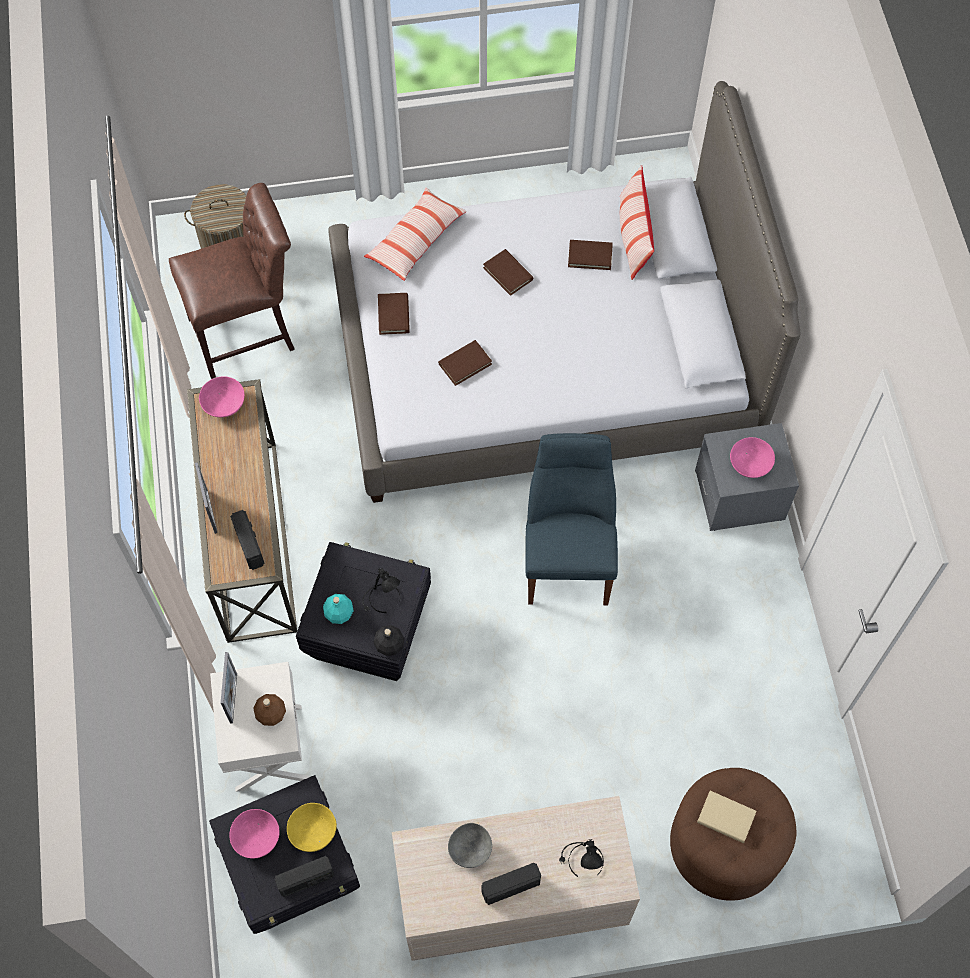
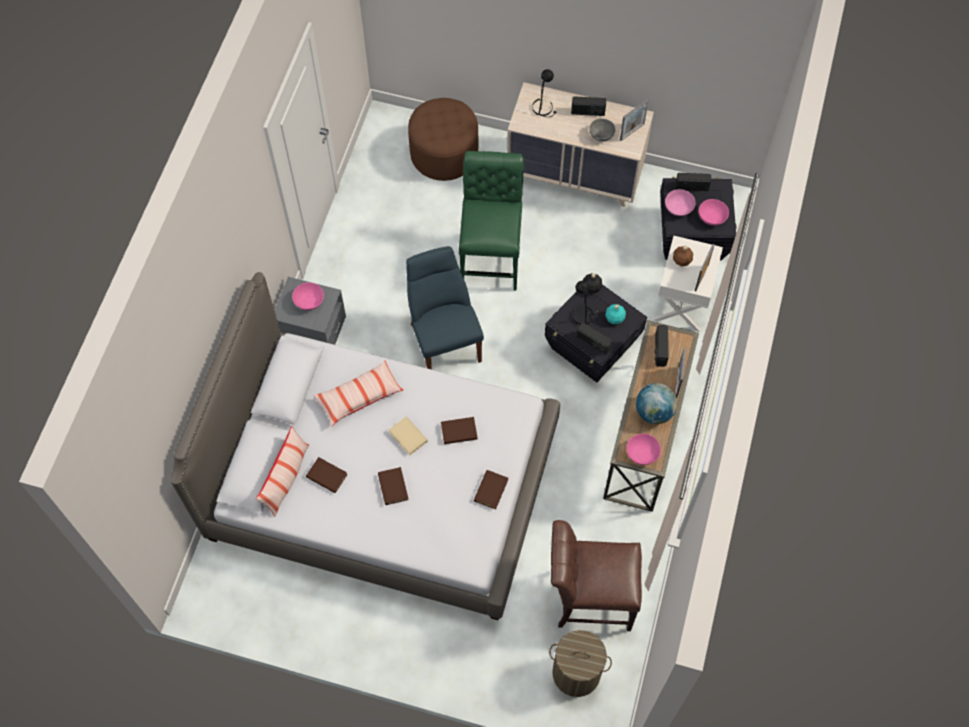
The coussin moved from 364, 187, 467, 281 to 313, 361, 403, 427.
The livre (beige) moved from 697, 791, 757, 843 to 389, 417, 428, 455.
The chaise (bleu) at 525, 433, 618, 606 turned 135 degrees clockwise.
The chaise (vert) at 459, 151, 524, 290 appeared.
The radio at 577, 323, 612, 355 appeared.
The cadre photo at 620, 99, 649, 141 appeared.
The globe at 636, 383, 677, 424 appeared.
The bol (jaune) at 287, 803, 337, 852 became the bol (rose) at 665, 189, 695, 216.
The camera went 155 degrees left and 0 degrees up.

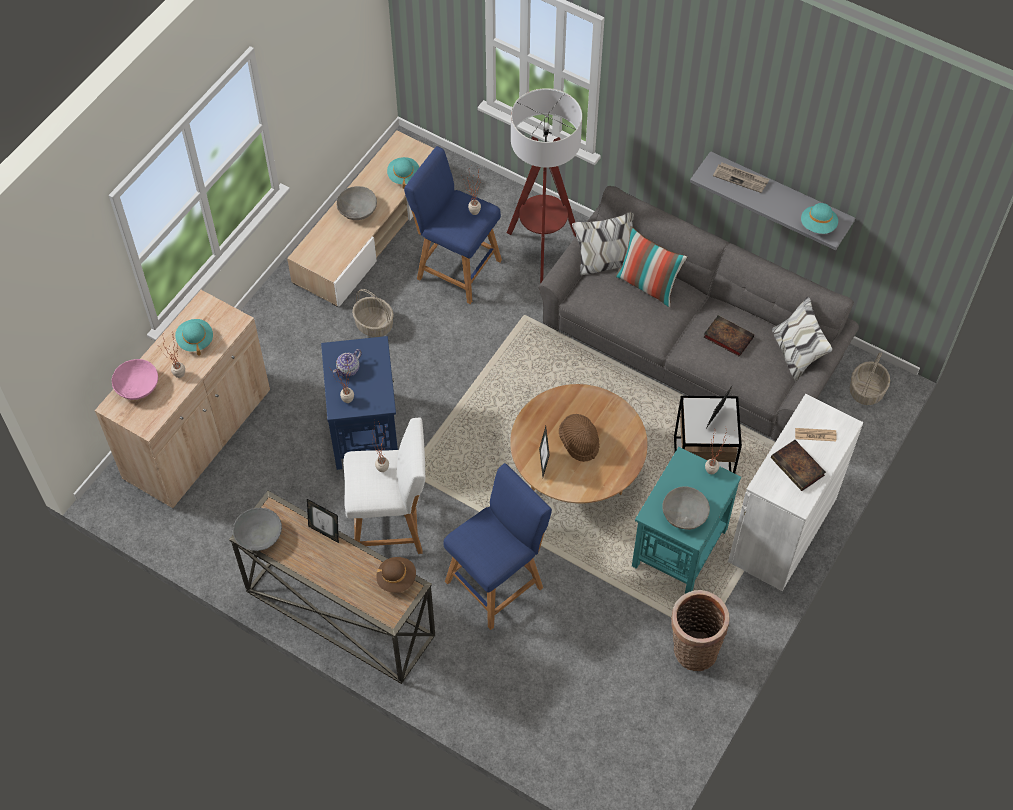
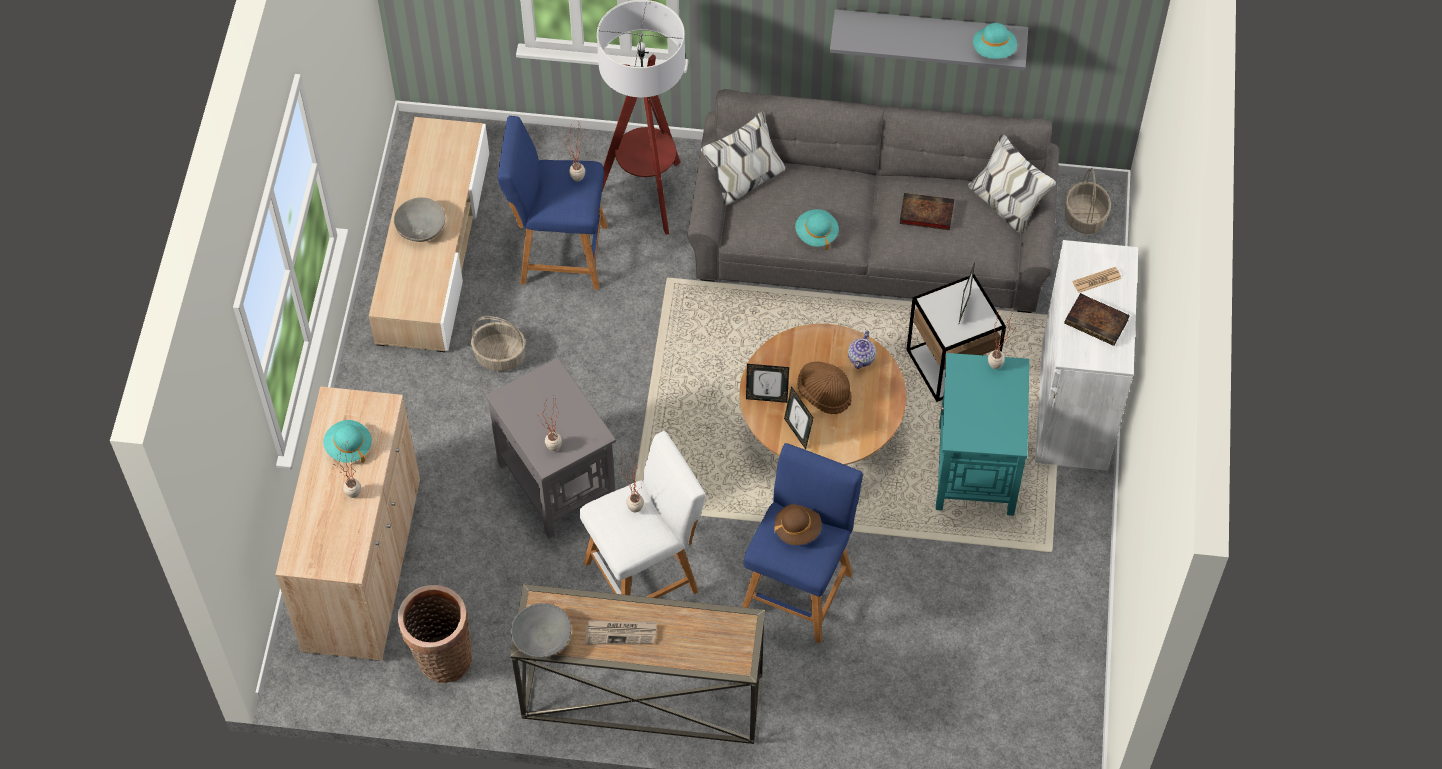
The panier moved from 671, 590, 730, 671 to 398, 585, 472, 683.
The table d'appoint (bleu) at 321, 336, 398, 470 became the table d'appoint (gris) at 486, 357, 616, 538.
The journal moved from 713, 163, 769, 193 to 585, 621, 657, 644.
The cadre photo moved from 307, 499, 339, 543 to 746, 364, 789, 403.
The chapeau (marron) moved from 376, 557, 416, 593 to 774, 504, 822, 545.
The chapeau (turquoise) moved from 387, 157, 419, 189 to 795, 209, 839, 250.
The théière moved from 333, 349, 362, 376 to 848, 331, 876, 369.
The bol (rose) at 112, 359, 158, 400 disappeared.
The coussin at 615, 226, 687, 307 disappeared.
The bol (gris) at 662, 486, 710, 530 disappeared.
The camera went 25 degrees left and 0 degrees up.

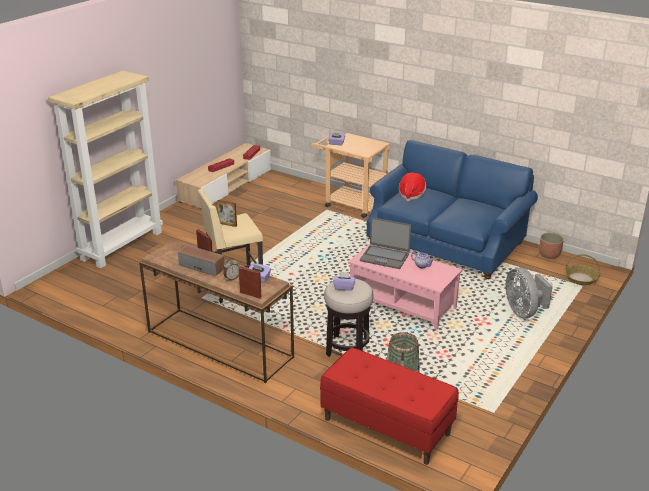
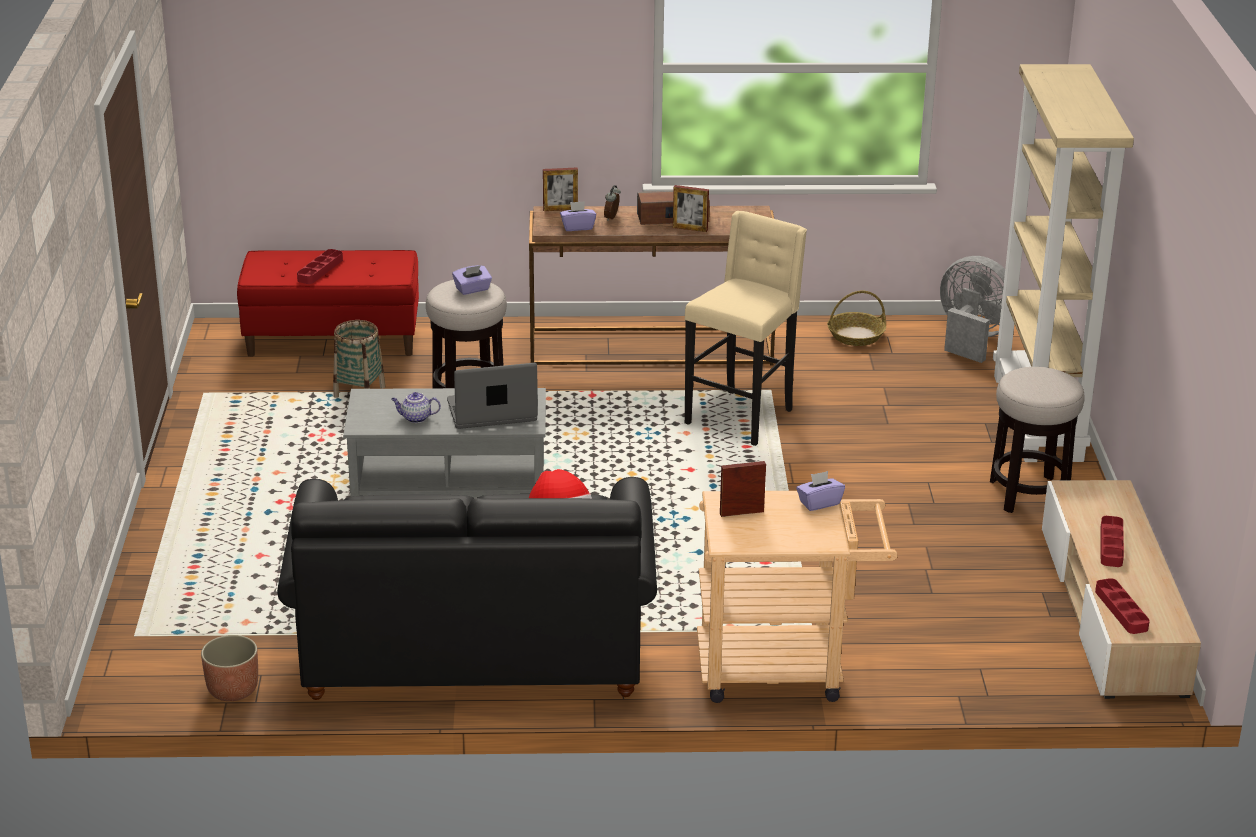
The canapé (bleu) at 366, 140, 538, 279 became the canapé (noir) at 277, 477, 657, 700.
The plateau (rouge) at 297, 249, 343, 284 appeared.
The table basse (rose) at 348, 244, 463, 330 became the table basse (gris) at 343, 388, 546, 498.
The cadre photo moved from 217, 200, 237, 227 to 720, 461, 766, 517.
The panier moved from 565, 254, 600, 285 to 827, 291, 886, 346.
The ventilateur (gris) moved from 506, 268, 553, 318 to 940, 256, 1005, 363.
The tabouret at 990, 367, 1085, 513 appeared.
The camera went 145 degrees right and 0 degrees up.

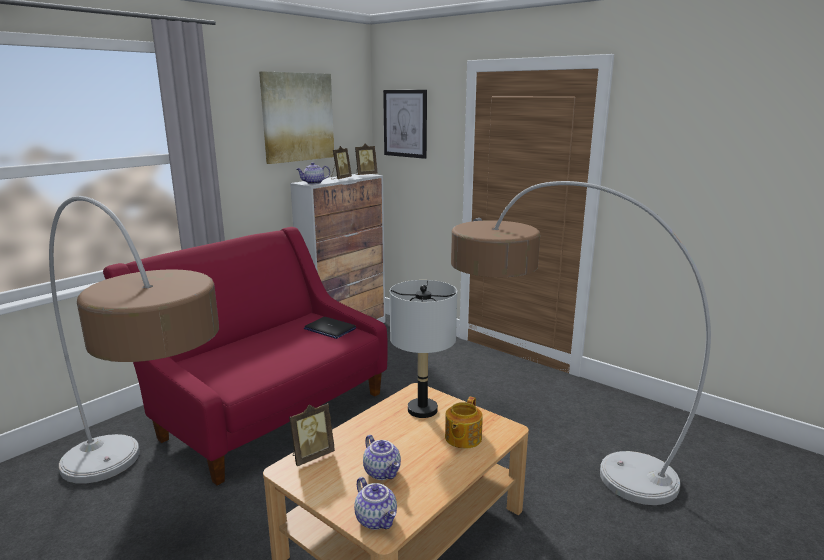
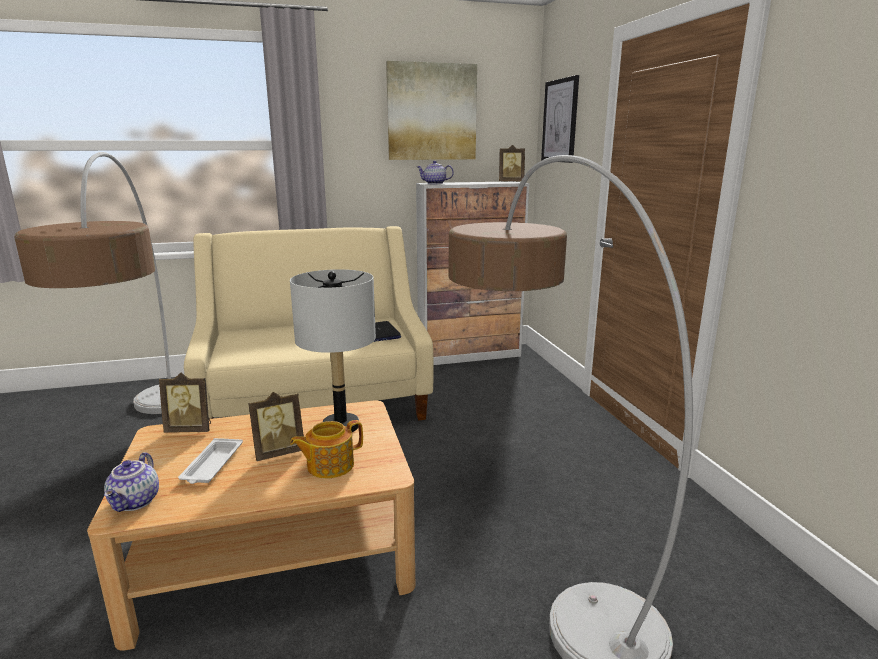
The théière at 363, 435, 401, 480 was replaced by the plateau (blanc) at 178, 438, 243, 484.
The canapé (rouge) at 103, 227, 388, 486 became the canapé (beige) at 184, 226, 434, 420.
The cadre photo moved from 331, 146, 352, 179 to 248, 392, 304, 461.
The camera went 35 degrees right and 0 degrees up.

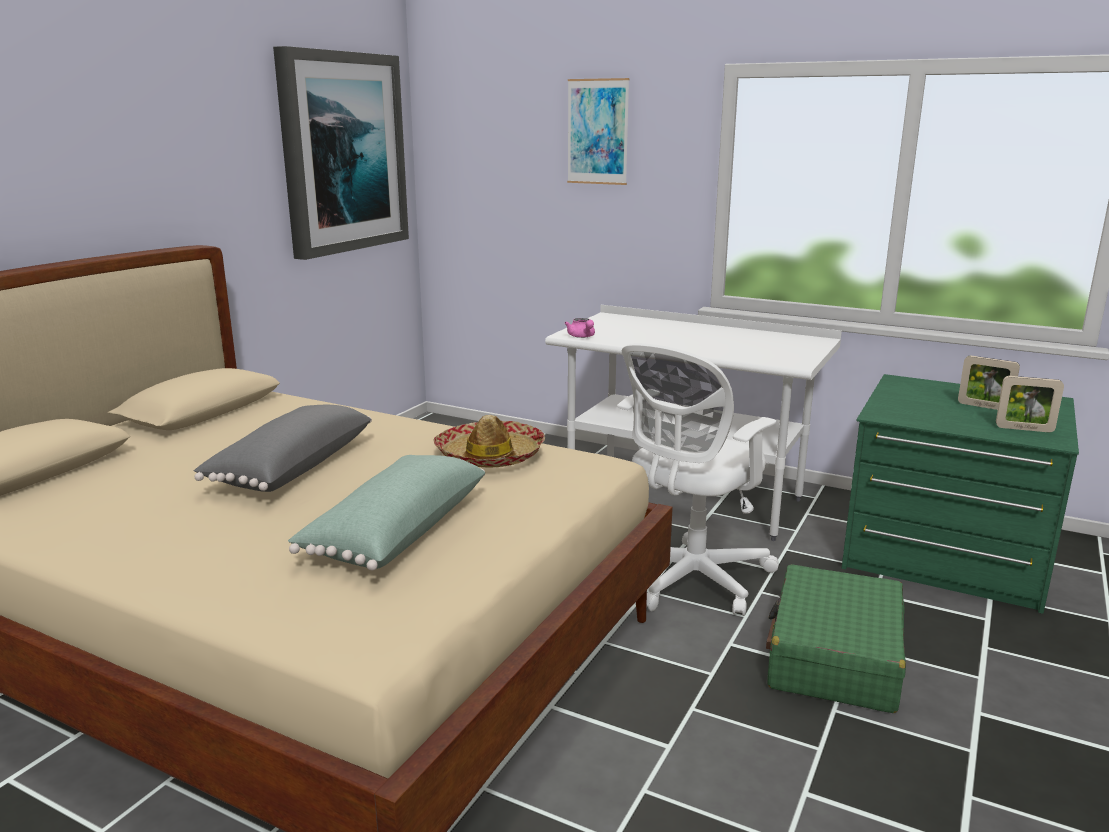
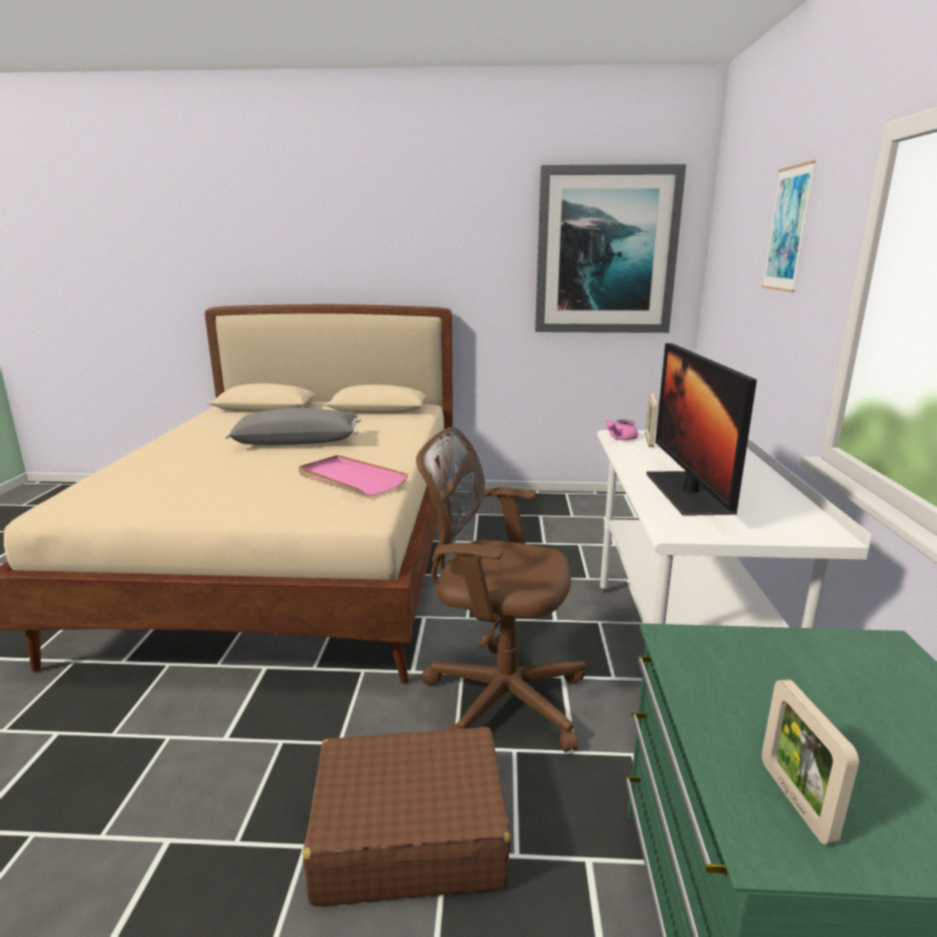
The chapeau at 434, 415, 545, 468 was replaced by the plateau (rose) at 298, 455, 408, 496.
The valise (vert) at 766, 564, 906, 713 became the valise (marron) at 303, 727, 511, 906.
The chaise de bureau (blanc) at 617, 343, 779, 616 became the chaise de bureau (marron) at 416, 427, 586, 753.
The cadre photo moved from 958, 356, 1020, 410 to 645, 393, 658, 447.
The écran d'ordinateur at 646, 343, 757, 516 appeared.
The coussin (vert) at 288, 455, 485, 570 disappeared.
The camera went 65 degrees right and 0 degrees up.

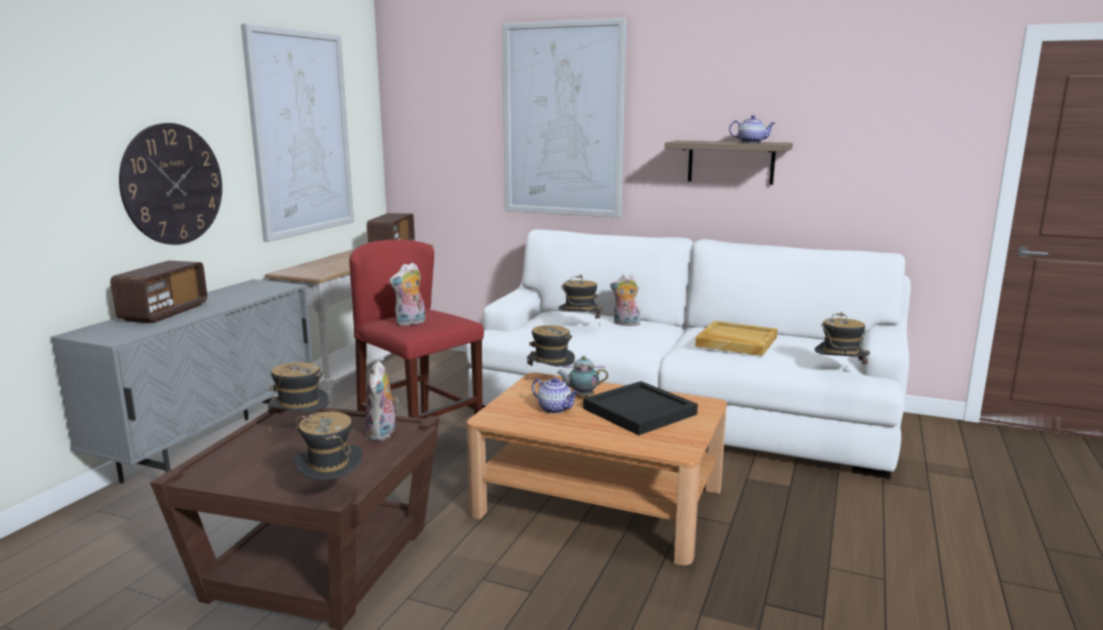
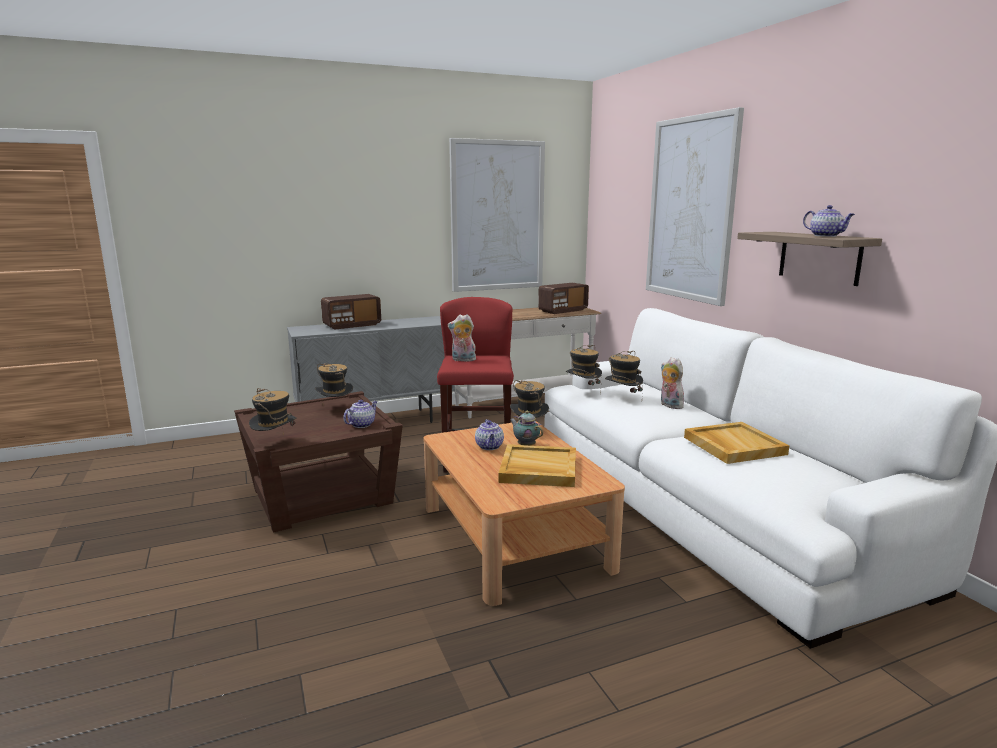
The peluche at 365, 361, 399, 441 was replaced by the théière at 343, 400, 378, 428.
The plateau (noir) at 583, 381, 698, 435 became the plateau (beige) at 498, 444, 576, 487.
The chapeau moved from 814, 312, 870, 373 to 566, 345, 602, 394.
The horloge murale at 119, 123, 222, 245 disappeared.
The camera went 45 degrees right and 0 degrees up.

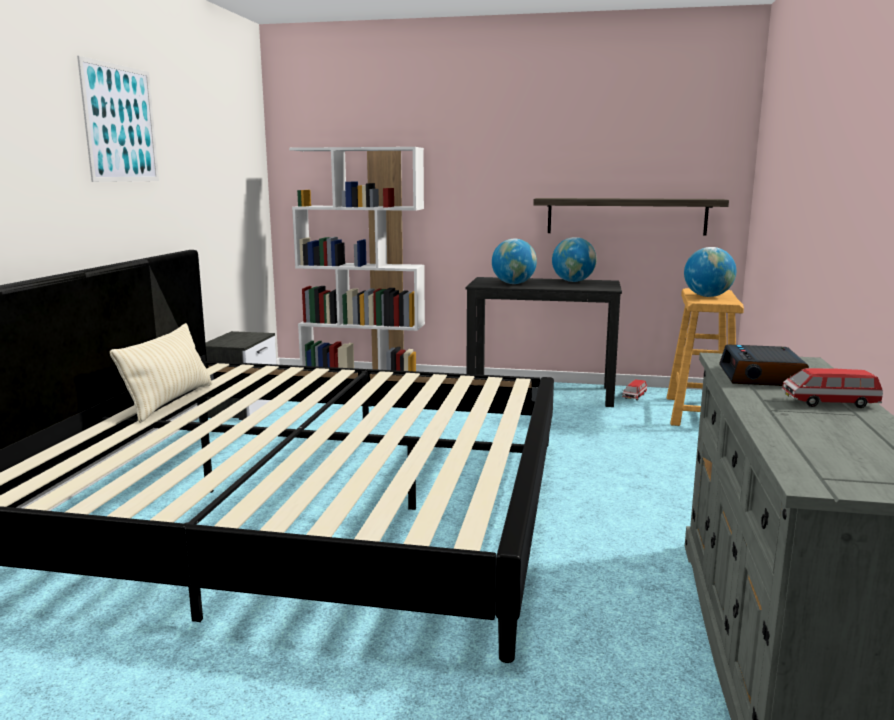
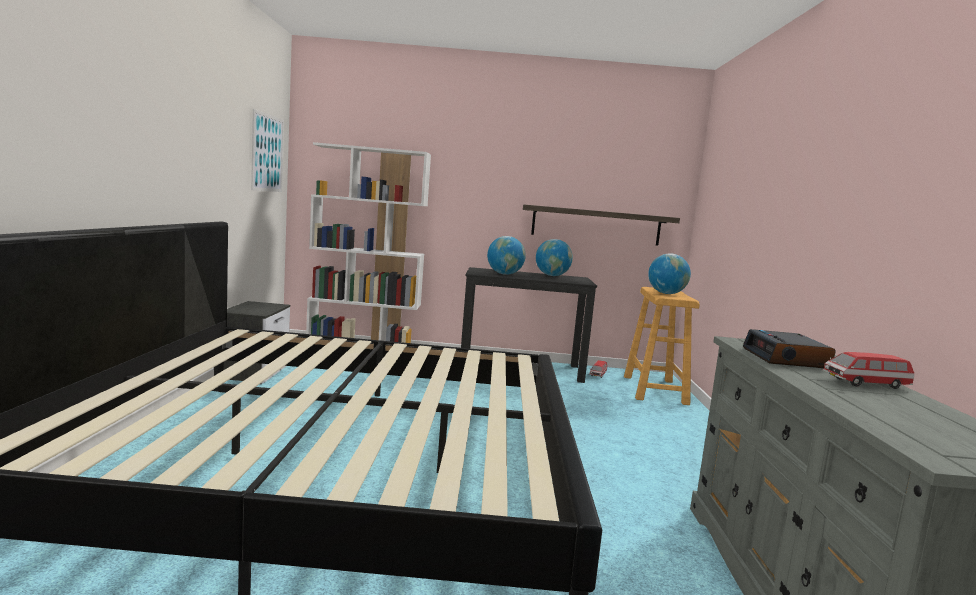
The tableau moved from 77, 56, 159, 182 to 251, 109, 284, 192.
The coussin (beige) at 110, 323, 212, 423 disappeared.
The camera went 10 degrees left and 5 degrees down.

